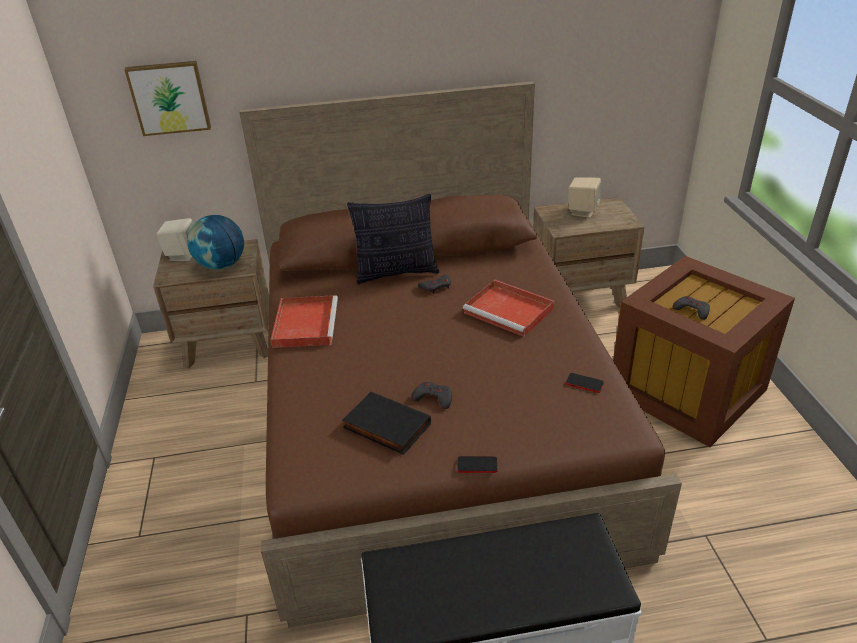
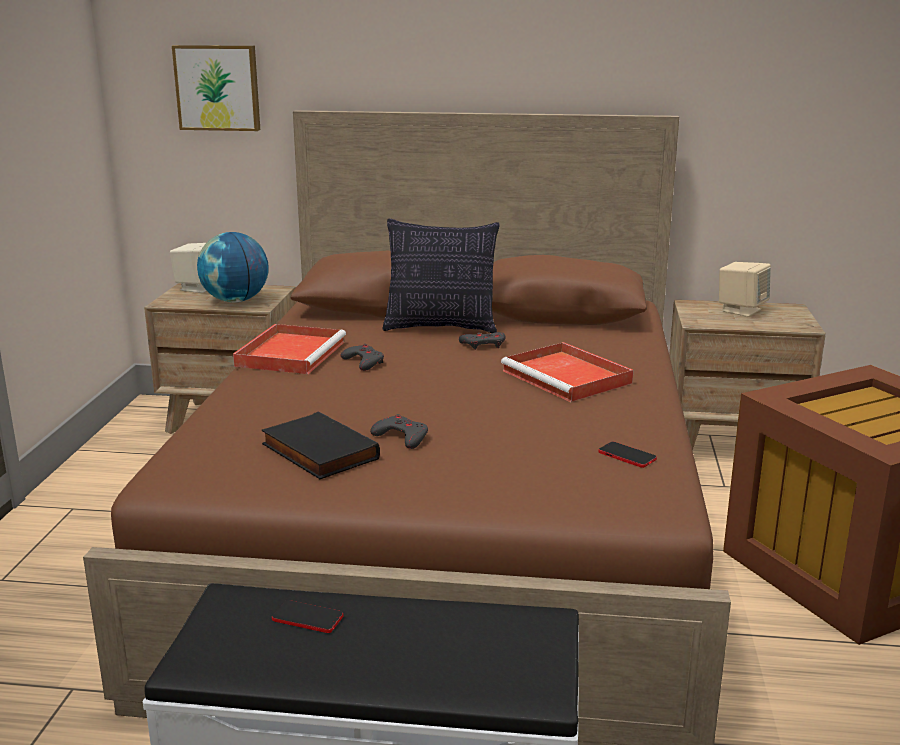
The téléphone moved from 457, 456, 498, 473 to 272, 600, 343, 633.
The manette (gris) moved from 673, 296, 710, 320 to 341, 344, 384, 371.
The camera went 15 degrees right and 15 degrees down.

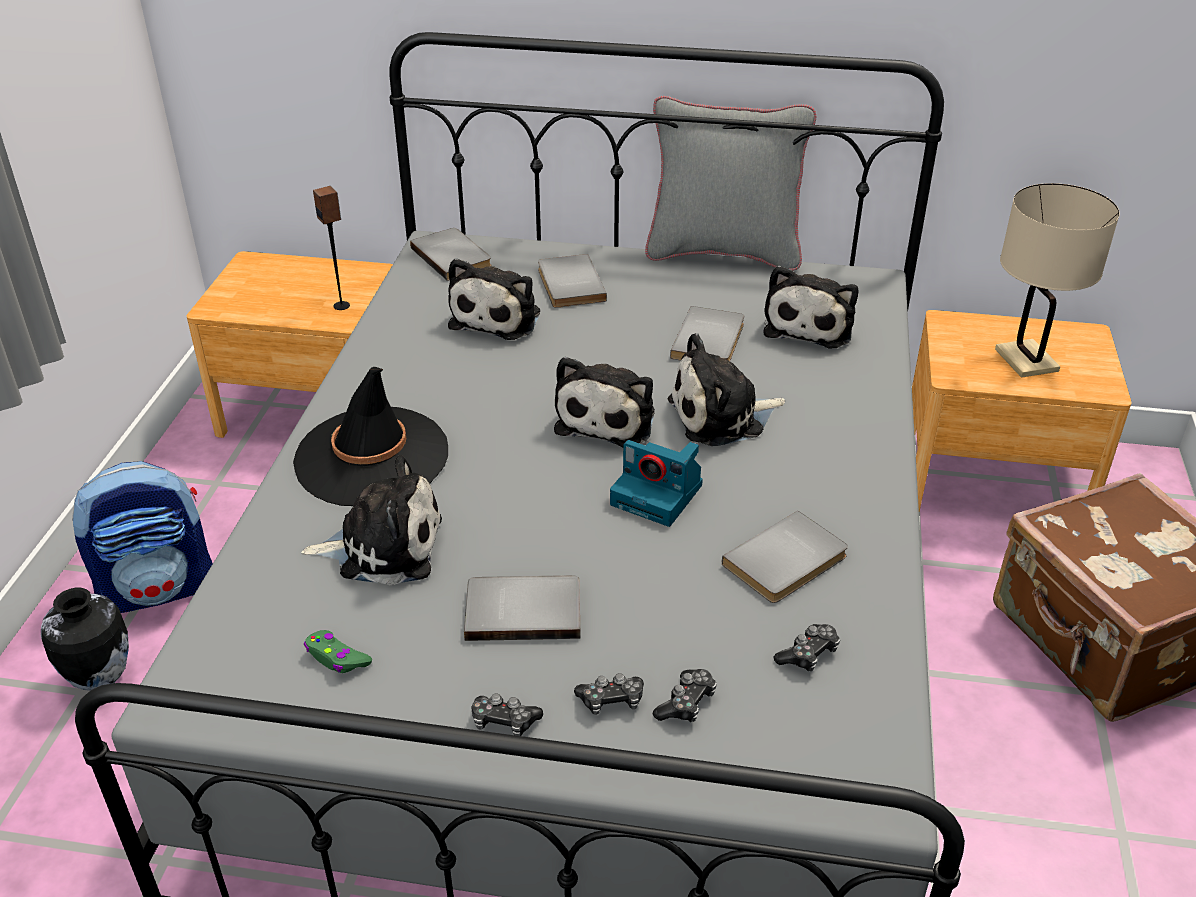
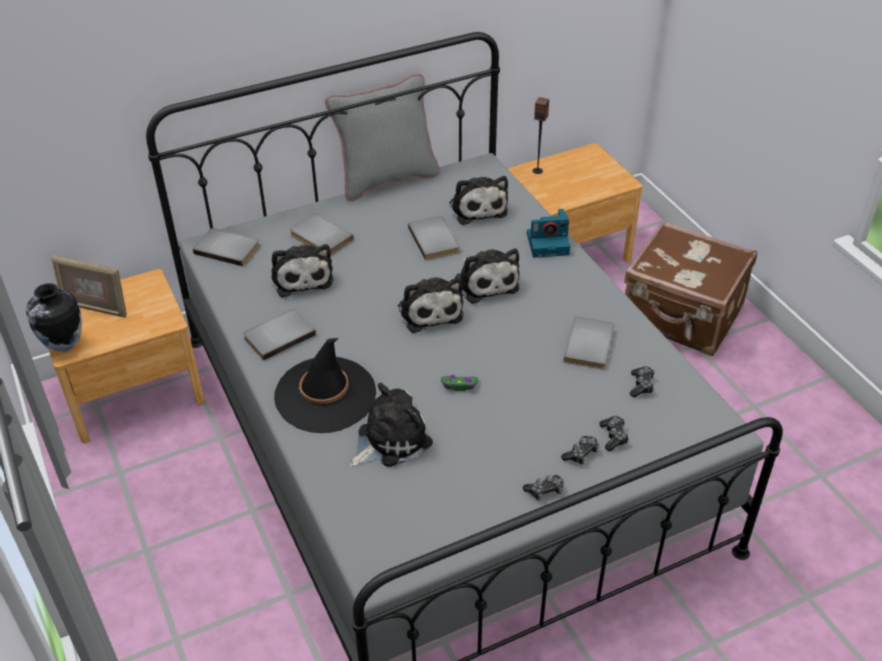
The vase moved from 41, 588, 129, 691 to 26, 283, 82, 352.
The cadre photo at 51, 255, 127, 318 appeared.
The livre (gris) moved from 464, 575, 581, 641 to 243, 309, 316, 360.
The manette (vert) moved from 304, 630, 372, 673 to 441, 375, 478, 391.
The peluche at 668, 333, 785, 446 turned 60 degrees counterclockwise.
The appareil photo moved from 610, 440, 703, 527 to 527, 209, 570, 258.
The enceinte moved from 313, 186, 350, 310 to 533, 97, 549, 174.
The sac à dos at 72, 461, 213, 613 disappeared.
The lampe de table (beige) at 995, 183, 1120, 378 disappeared.
The camera went 35 degrees left and 5 degrees up.

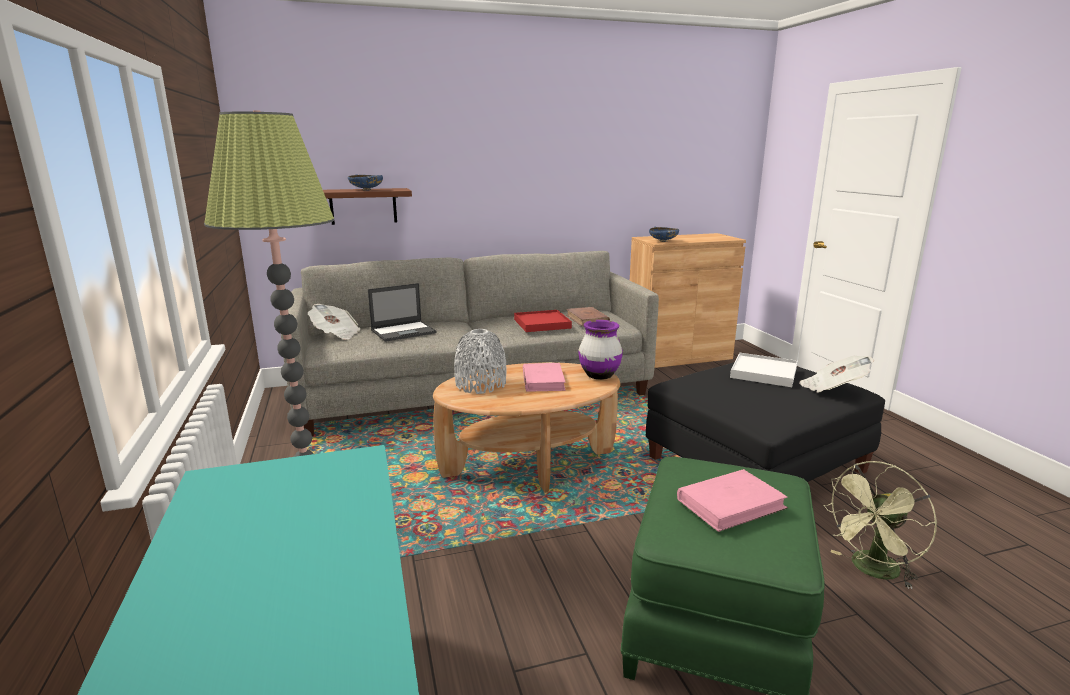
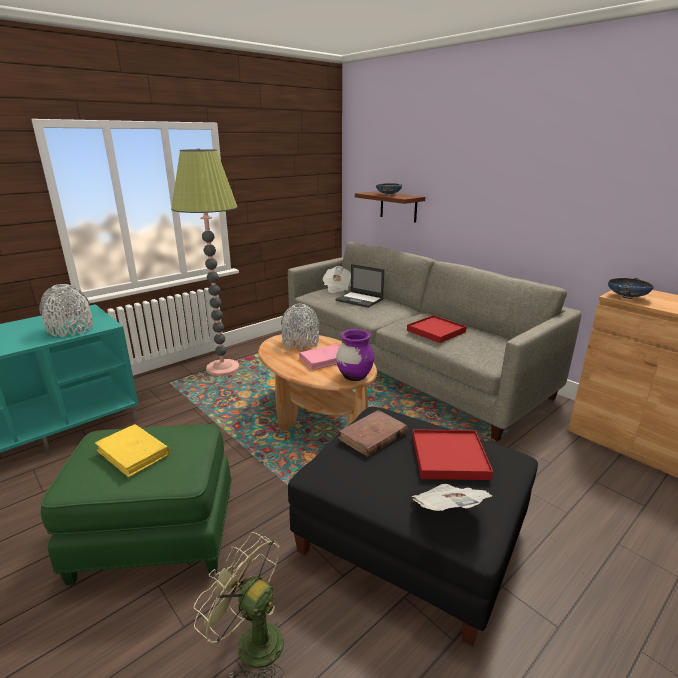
The vase (gris) at 39, 284, 93, 337 appeared.
The livre (rose) at 677, 469, 788, 532 became the livre (jaune) at 95, 424, 170, 477.
The livre (marron) moved from 566, 307, 610, 326 to 338, 410, 408, 457.
The plateau (blanc) at 730, 353, 797, 387 became the plateau (rouge) at 412, 429, 493, 480.
The camera went 65 degrees right and 5 degrees up.

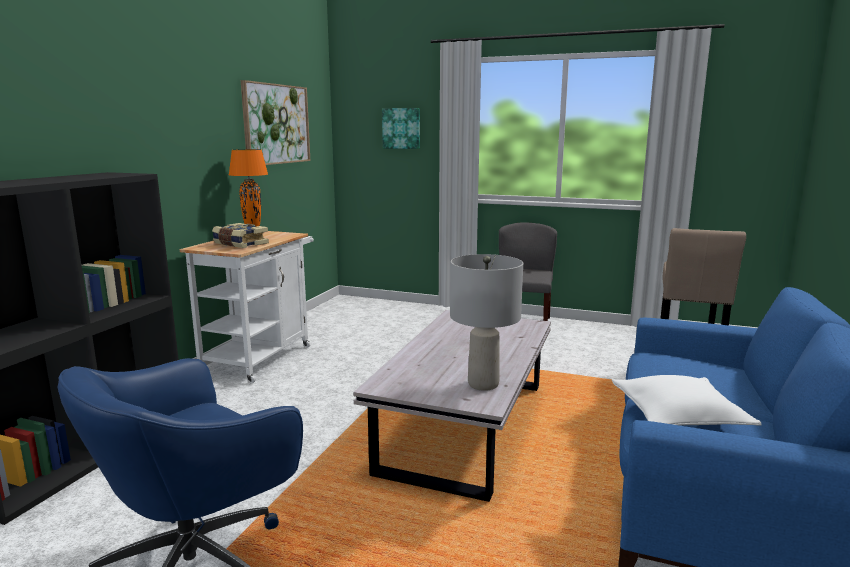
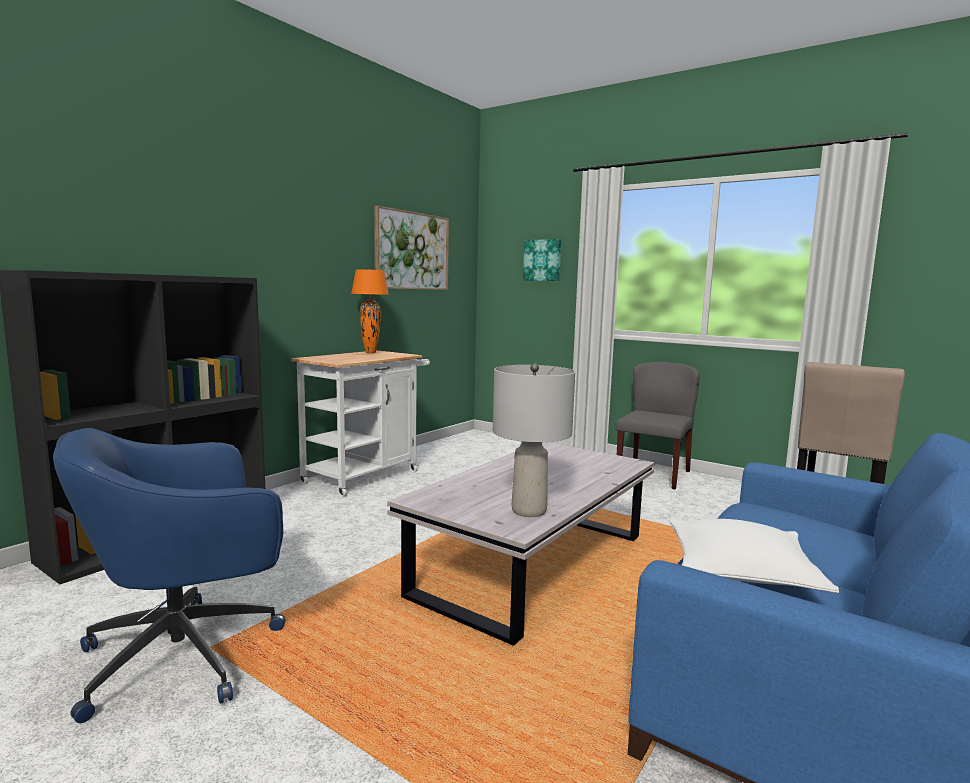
The livre at 212, 223, 269, 248 disappeared.
The camera went 15 degrees right and 5 degrees down.

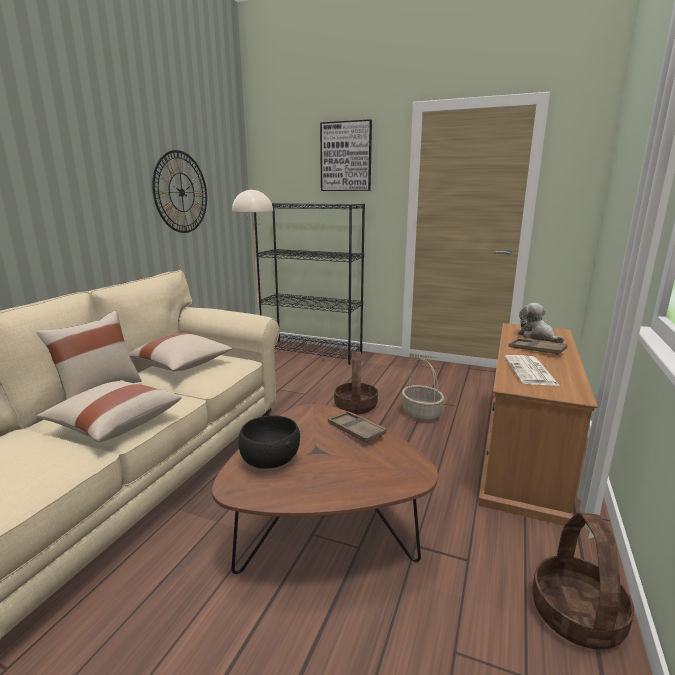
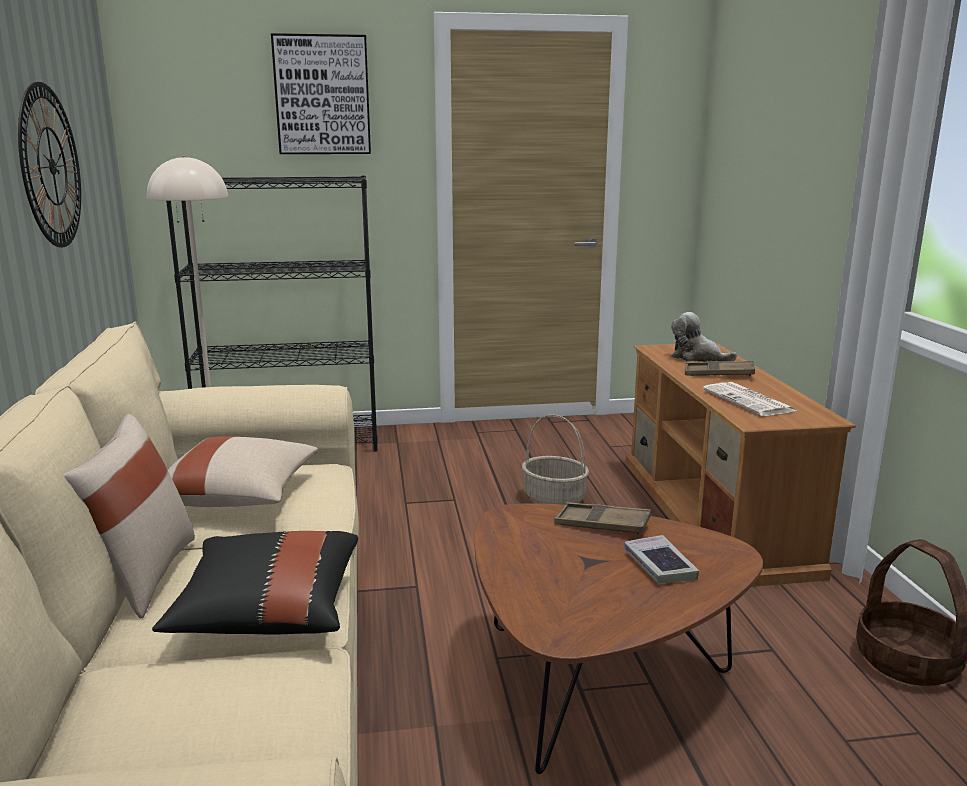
The coussin (beige) at 37, 380, 181, 442 became the coussin (noir) at 152, 531, 358, 635.
The livre at 624, 535, 699, 583 appeared.
The bol (noir) at 238, 415, 300, 468 disappeared.
The panier at 334, 351, 378, 414 disappeared.
The camera went 30 degrees left and 0 degrees up.

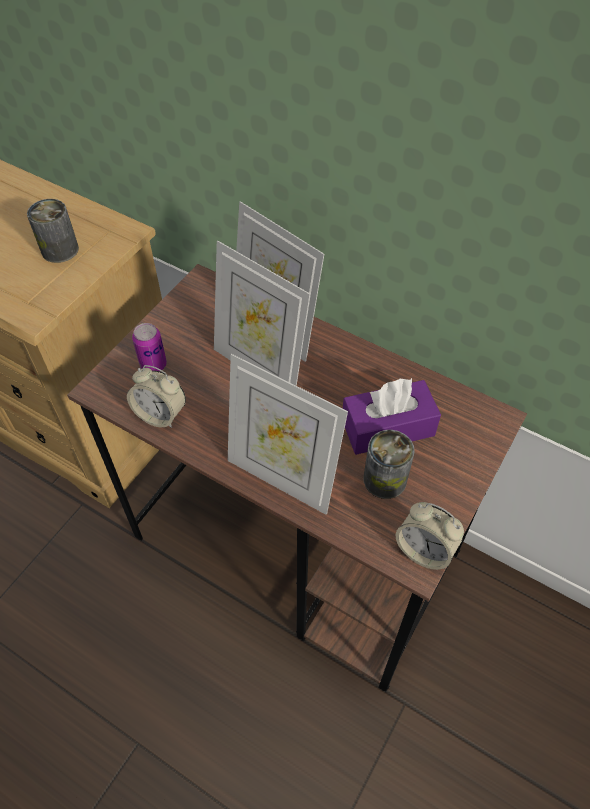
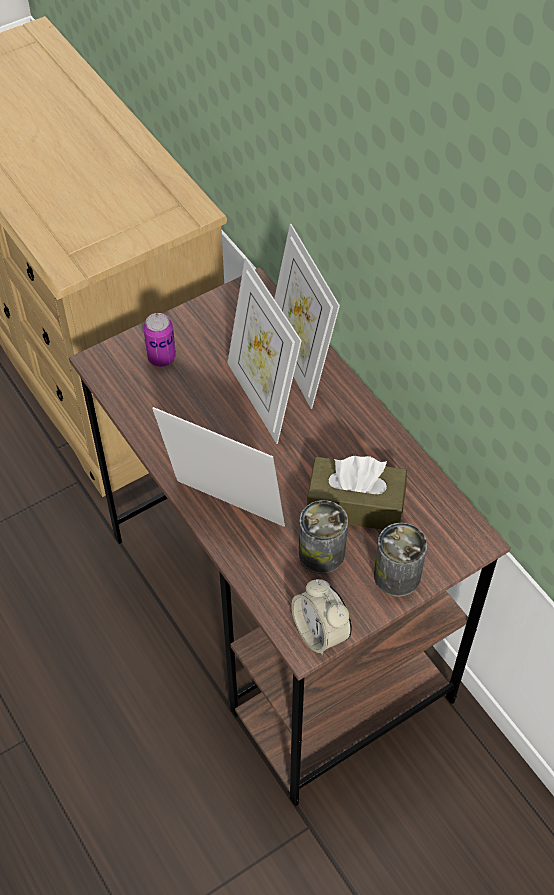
The cadre photo at 228, 354, 348, 515 turned 150 degrees clockwise.
The boîte à mouchoirs (violet) at 343, 378, 441, 455 became the boîte à mouchoirs (marron) at 307, 456, 407, 530.
The boîte métallique moved from 27, 199, 79, 263 to 374, 523, 427, 597.
The réveil at 127, 365, 186, 428 disappeared.
The camera went 25 degrees right and 0 degrees up.

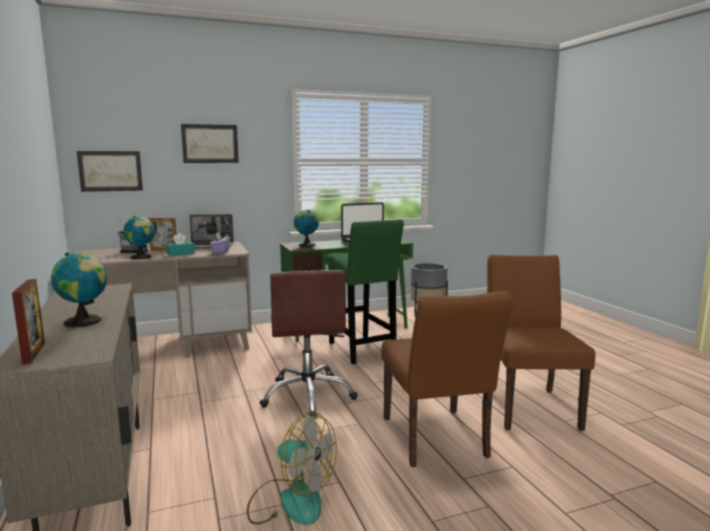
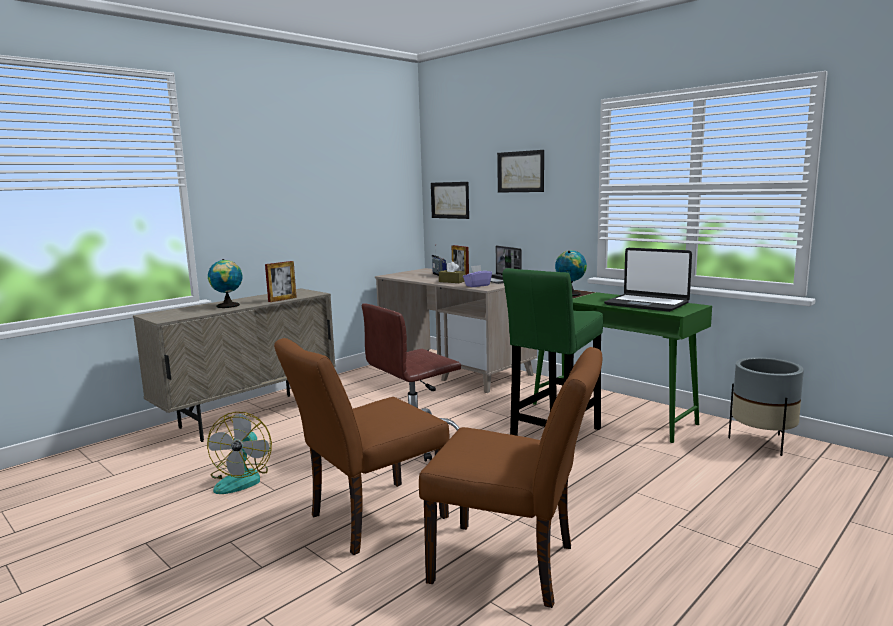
The cadre photo moved from 12, 279, 45, 364 to 265, 261, 297, 302.
The chaise (marron) at 487, 255, 595, 431 turned 45 degrees clockwise.
The boîte à mouchoirs (turquoise) at 166, 233, 195, 256 became the boîte à mouchoirs (marron) at 439, 262, 465, 283.
The globe at 124, 216, 155, 259 disappeared.
The camera went 65 degrees right and 0 degrees up.

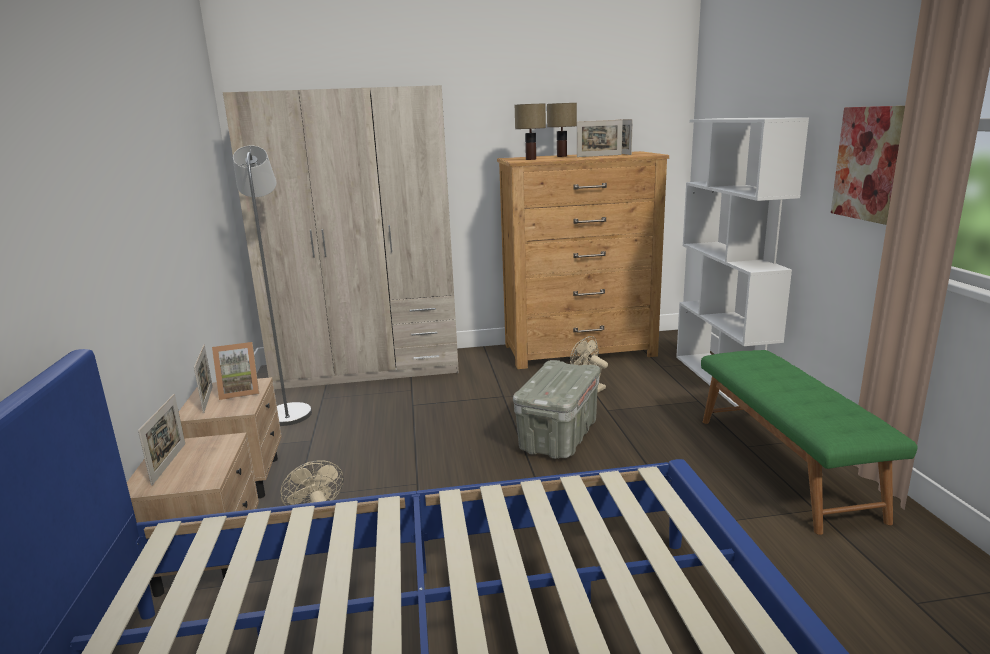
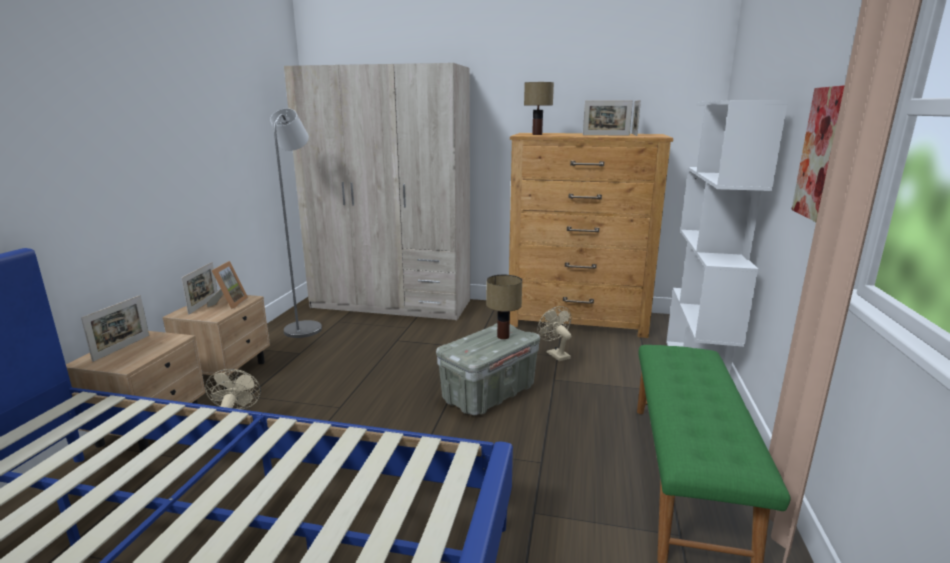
The cadre photo at 212, 342, 259, 400 turned 90 degrees counterclockwise.
The lampe de table moved from 547, 103, 577, 157 to 486, 275, 522, 339.
The camera went 20 degrees right and 0 degrees up.

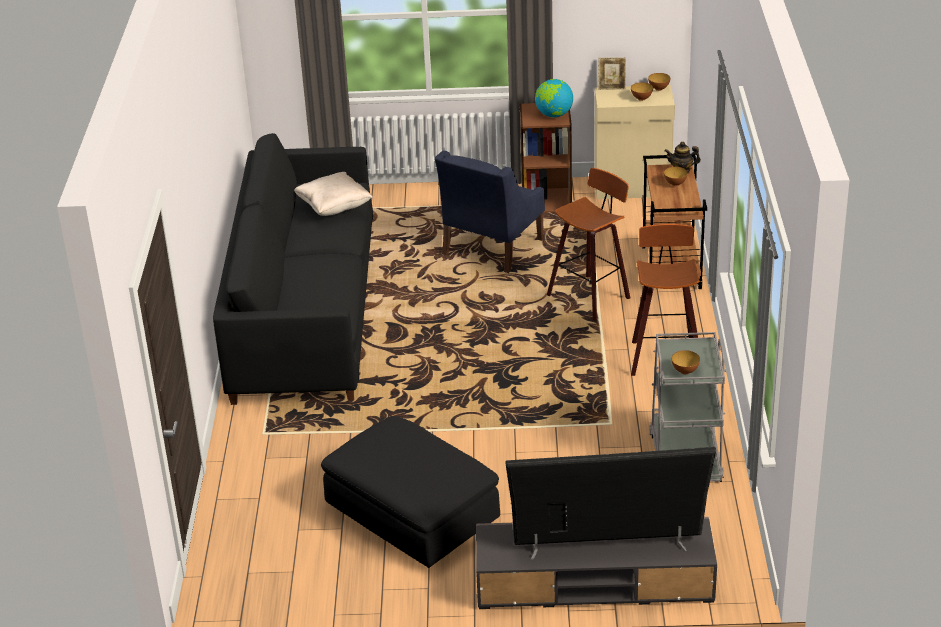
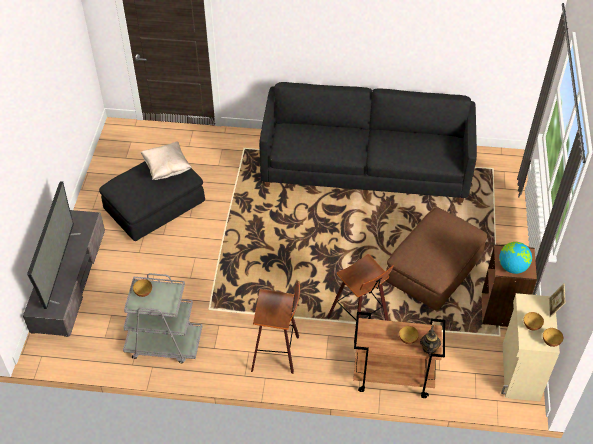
The coussin (beige) moved from 294, 172, 373, 216 to 140, 141, 192, 180.
The fauteuil (bleu) at 434, 151, 545, 273 was replaced by the pouf (marron) at 386, 207, 488, 311.
The camera went 95 degrees right and 15 degrees up.

